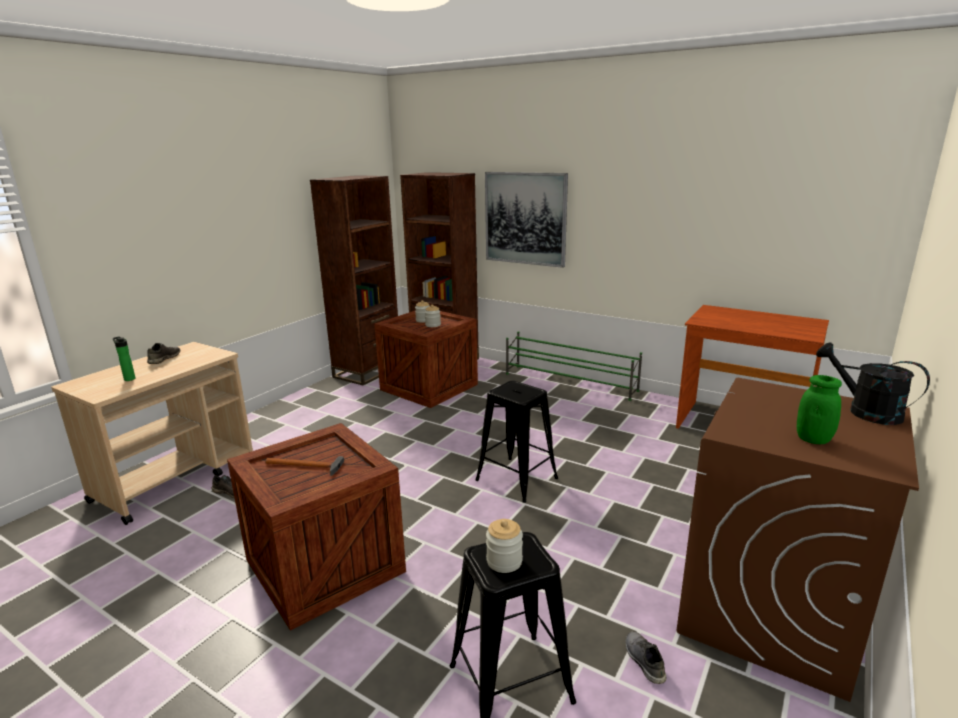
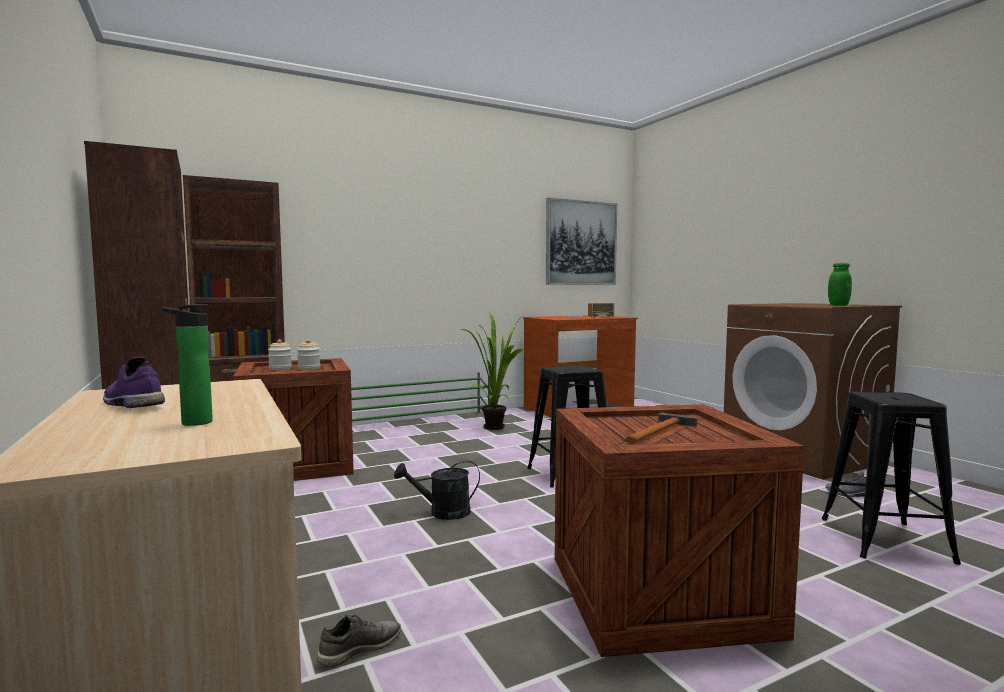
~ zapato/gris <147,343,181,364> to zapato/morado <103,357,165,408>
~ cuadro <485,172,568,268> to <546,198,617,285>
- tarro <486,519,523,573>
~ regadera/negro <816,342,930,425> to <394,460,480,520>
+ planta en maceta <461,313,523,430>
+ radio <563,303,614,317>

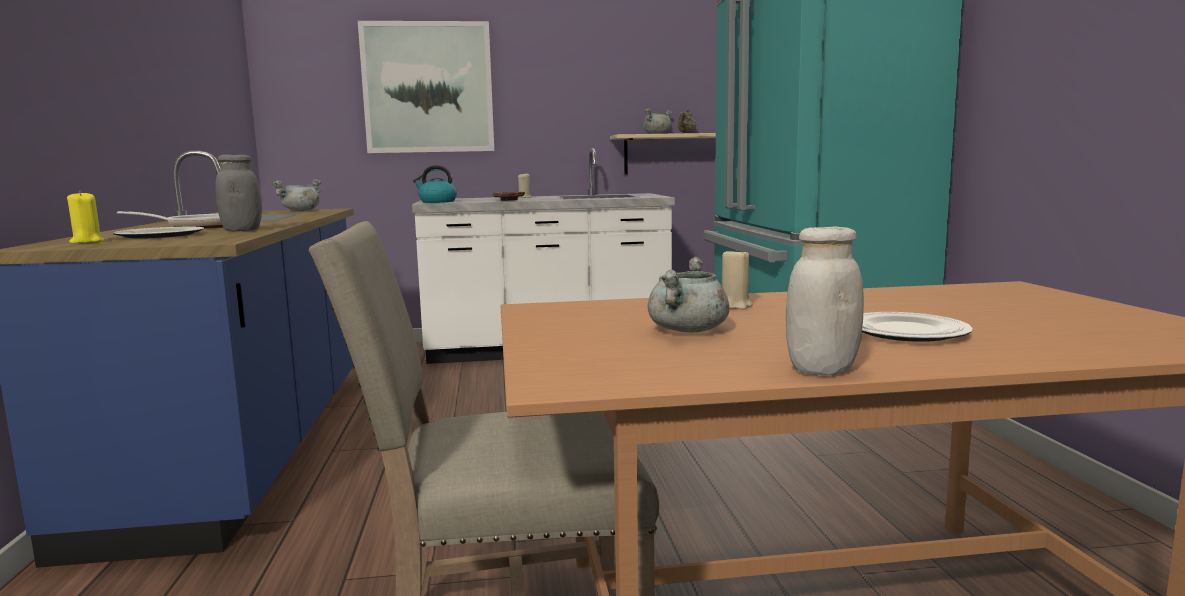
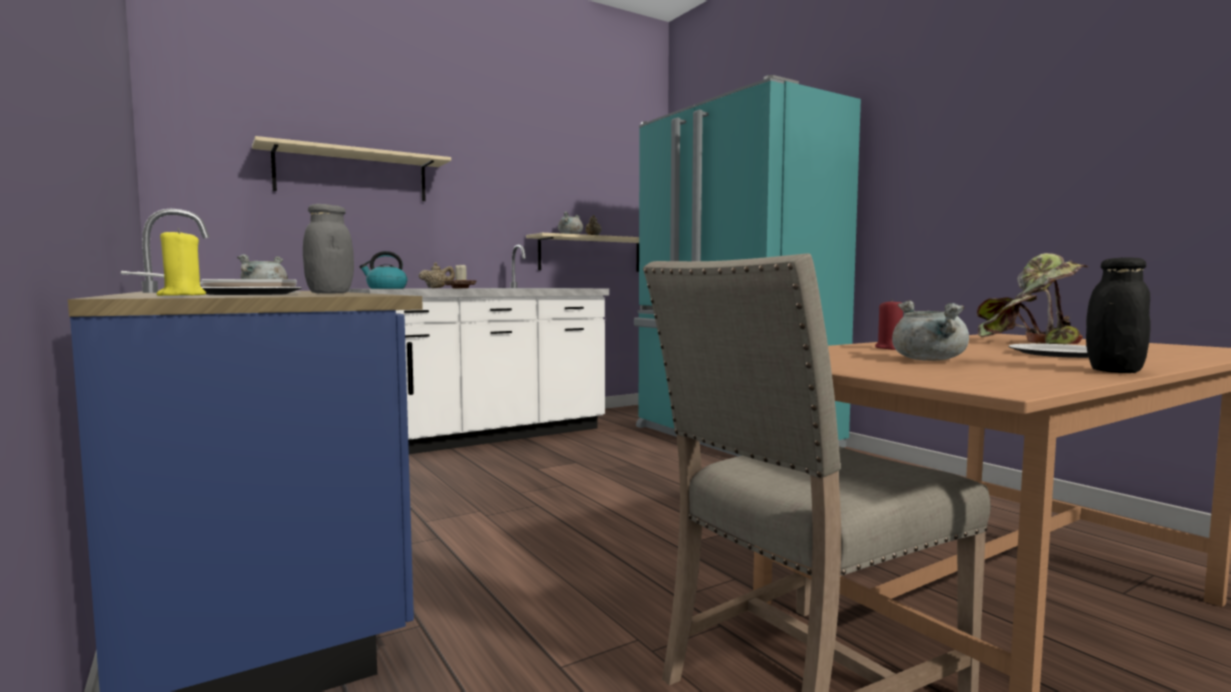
~ cuadro <358,21,494,153> to estante/beis <252,136,451,201>
~ vela/beis <722,247,753,309> to vela/rojo <875,299,903,350>
~ tarro/blanco <786,226,864,375> to tarro/negro <1086,257,1151,373>
+ tetera/beis <419,262,455,288>
+ planta en maceta <977,253,1088,344>

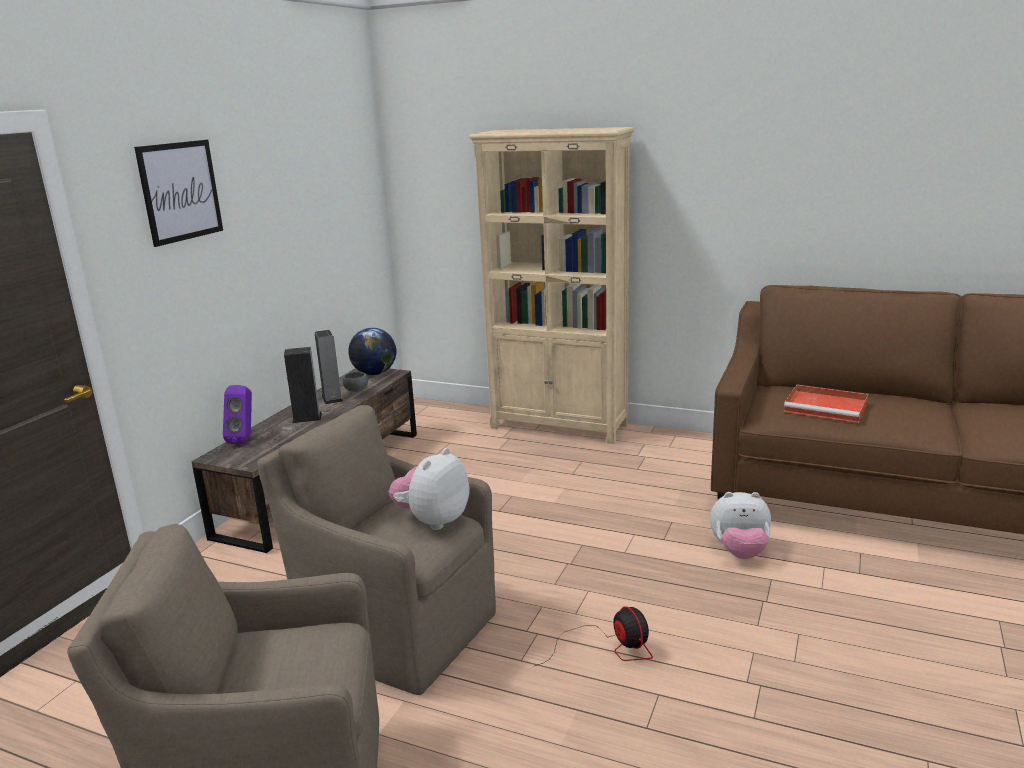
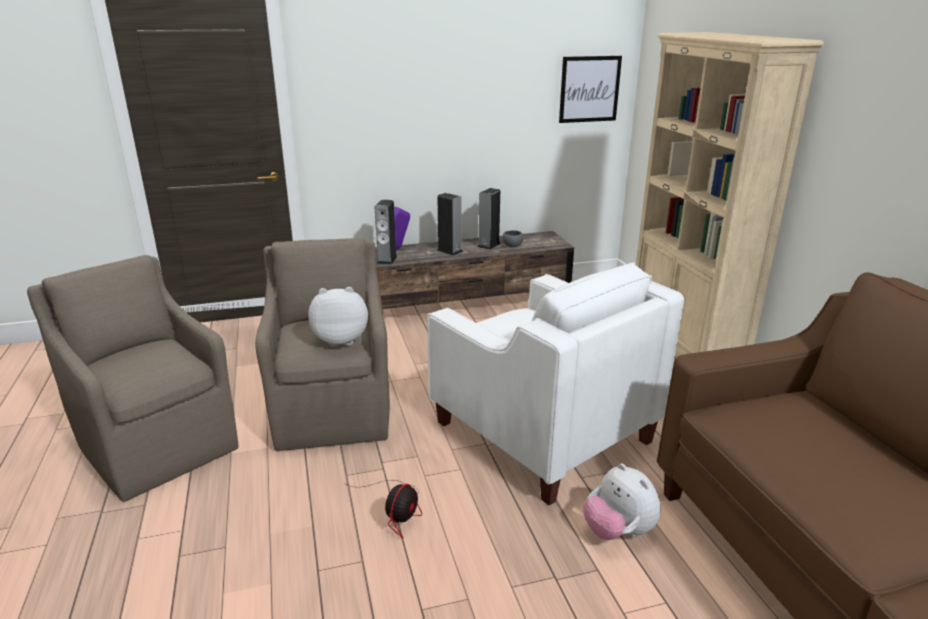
~ cuadro <134,140,223,247> to <559,56,622,123>
- globo terráqueo <348,328,396,375>
- bandeja/rojo <784,384,868,423>
+ altavoz <375,200,398,265>
+ sillón/blanco <427,263,684,506>

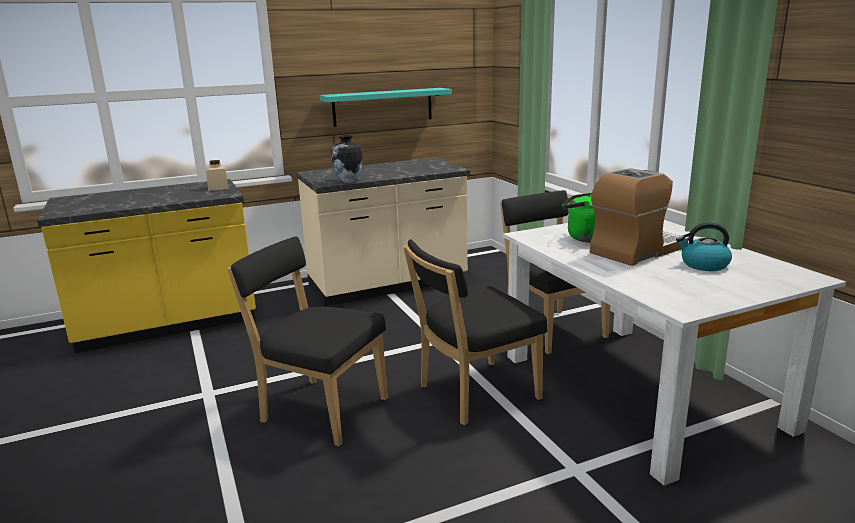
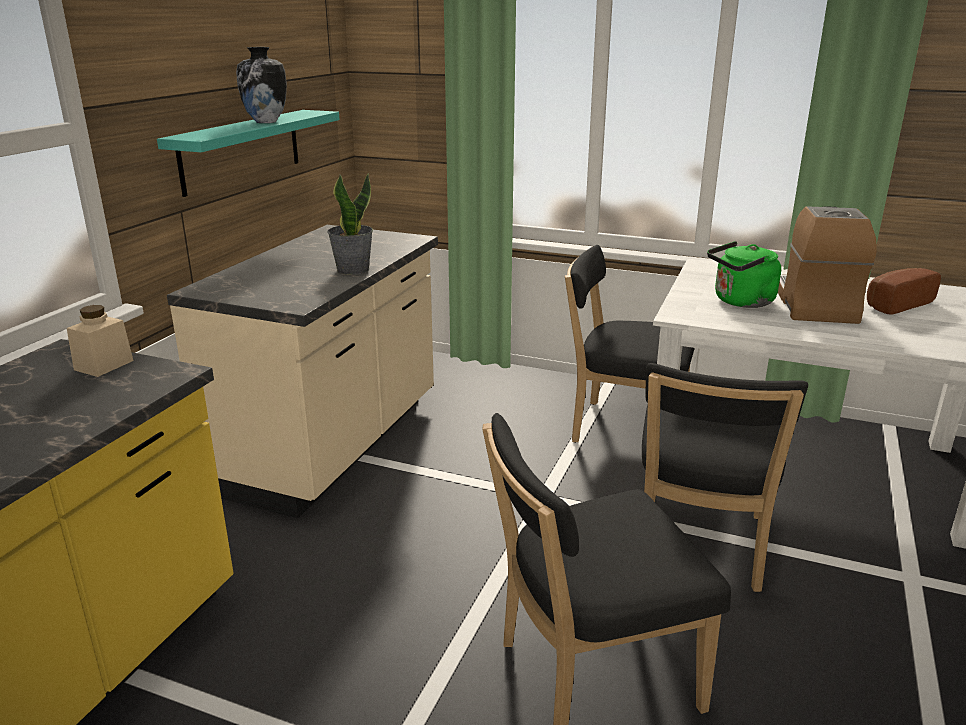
~ florero <331,135,362,183> to <236,47,287,123>
~ hervidor <676,222,732,271> to pan <867,268,941,315>
+ planta en maceta <327,173,373,275>

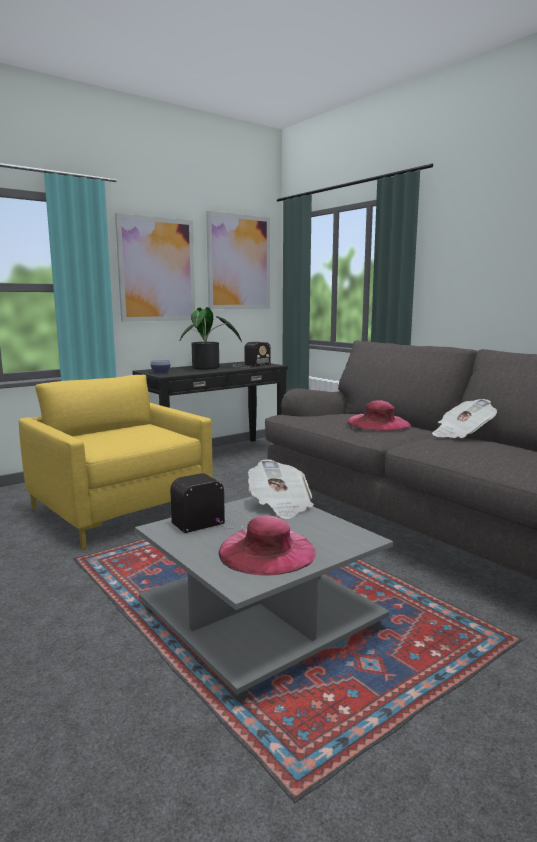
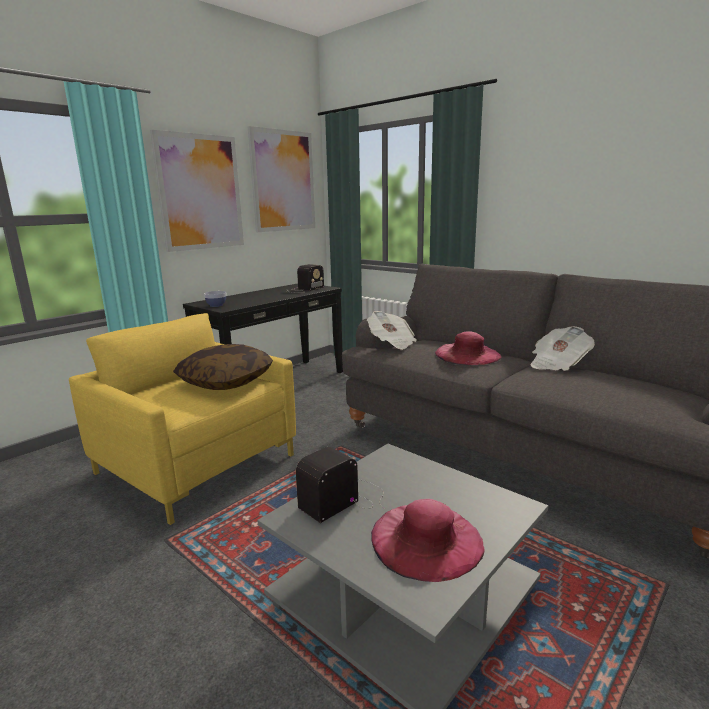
- planta en maceta <180,307,242,370>
~ periódico <248,459,314,519> to <367,311,417,350>
+ cojín <173,344,273,390>

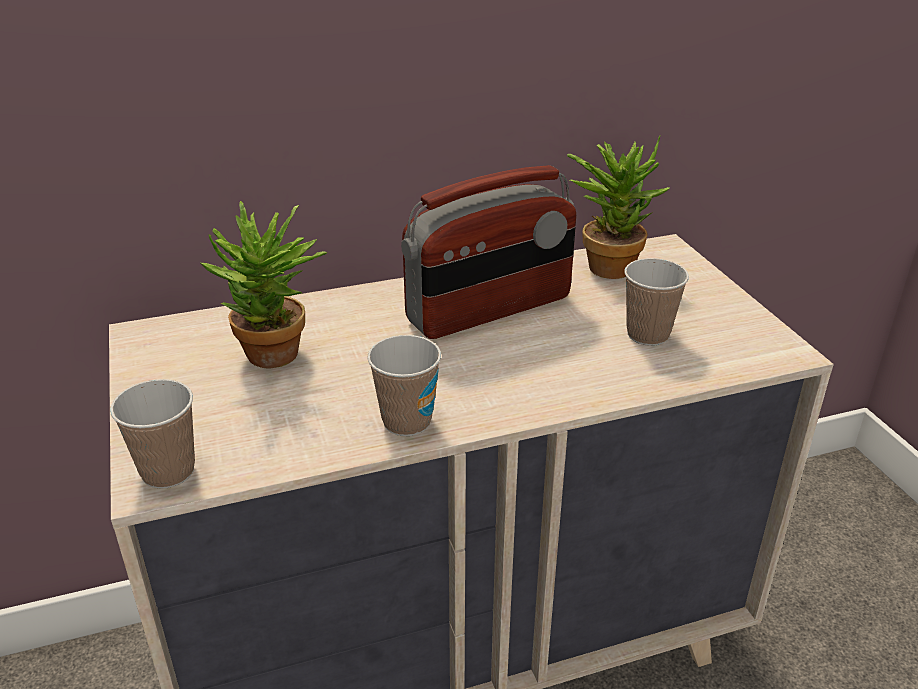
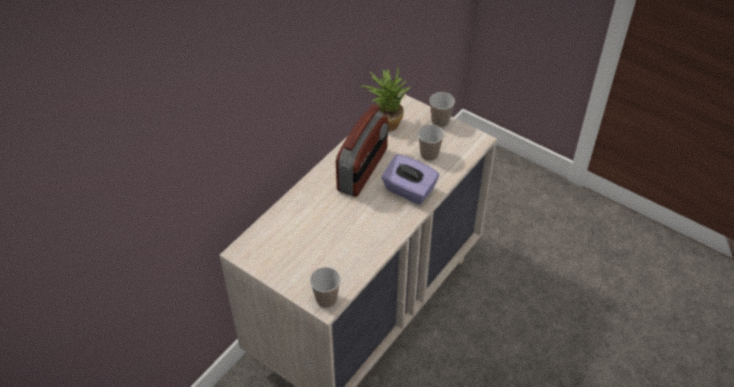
- planta en maceta <201,201,327,368>
~ taza <367,335,441,436> to <429,92,455,128>
+ caja de pañuelos/morado <381,154,439,205>

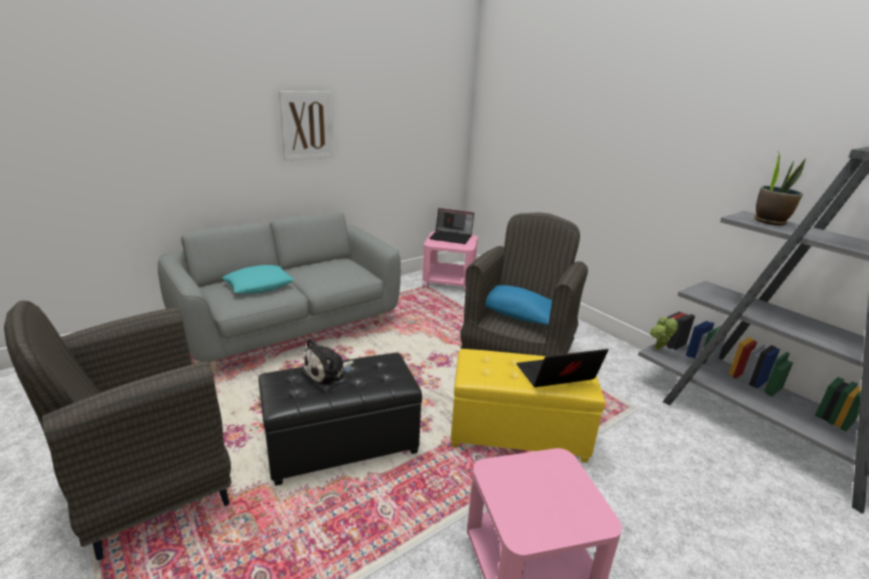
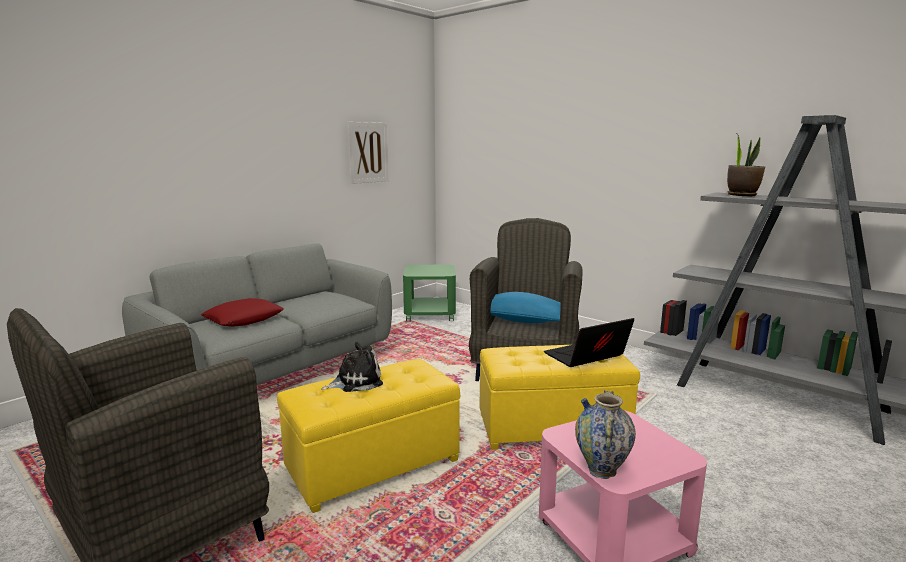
~ cojín/turquesa <222,265,294,294> to cojín/rojo <201,298,284,327>
~ puf/negro <258,353,422,486> to puf/amarillo <277,359,460,513>
~ cuadro <279,91,334,161> to <347,122,389,184>
~ peluche <301,338,354,387> = <321,342,383,392> 150 degrees counterclockwise
~ mesa auxiliar/rosa <422,231,478,292> to mesa auxiliar/verde <403,265,456,321>
- portátil <430,208,474,244>
- planta en maceta <650,316,678,350>
+ florero <575,390,636,479>

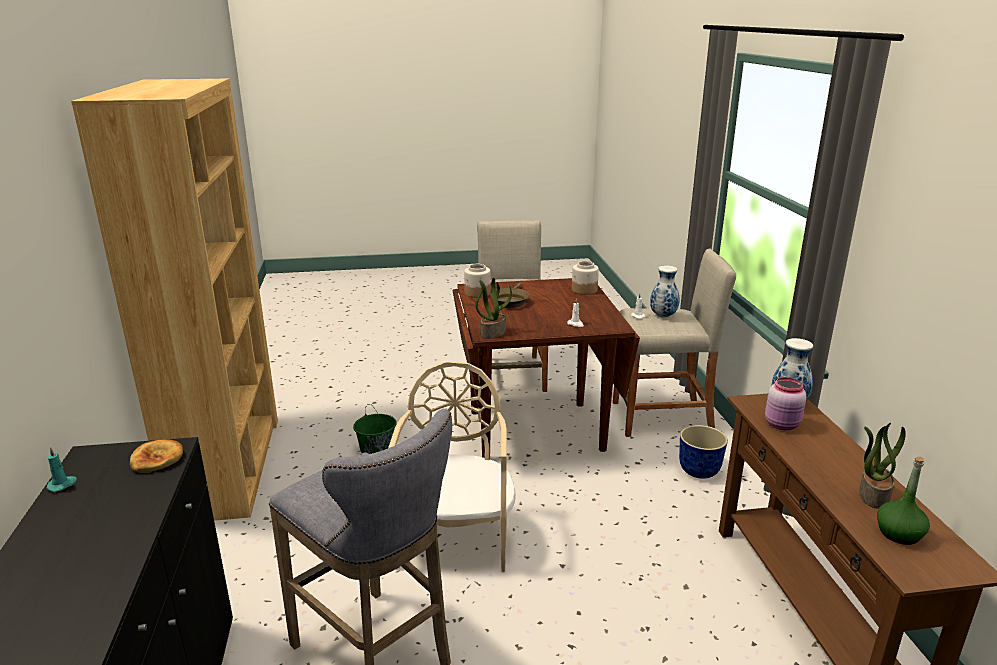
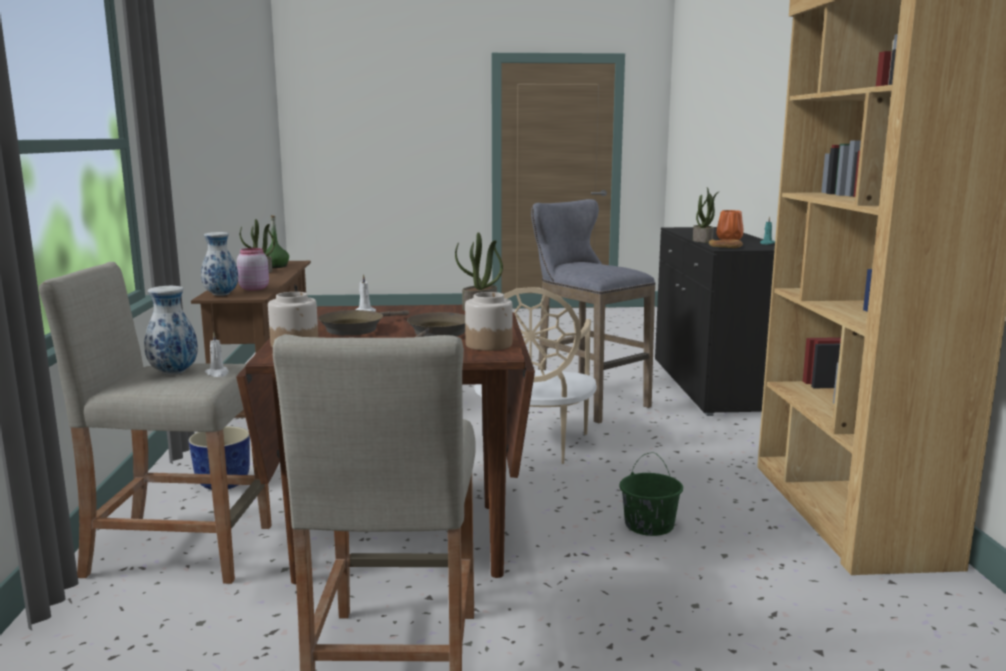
+ sartén/marrón <318,310,409,336>
+ planta en maceta <693,187,719,243>
+ florero/naranja <717,210,744,240>

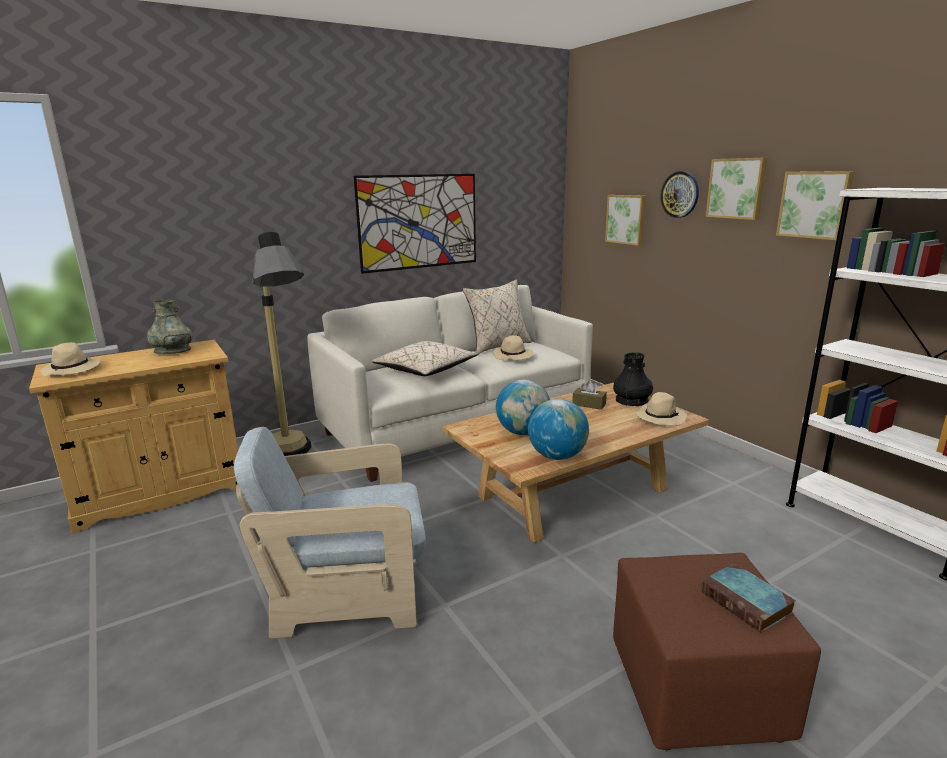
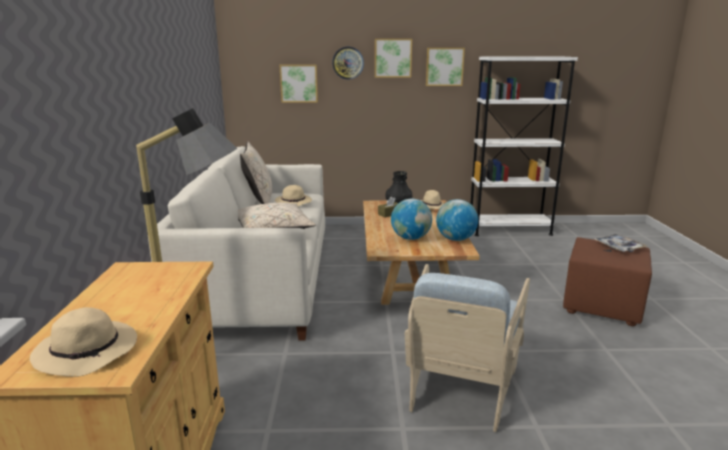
- florero/gris <147,300,193,354>
- cuadro <354,174,476,274>
~ libro <701,563,796,633> to bandeja <595,234,647,252>

